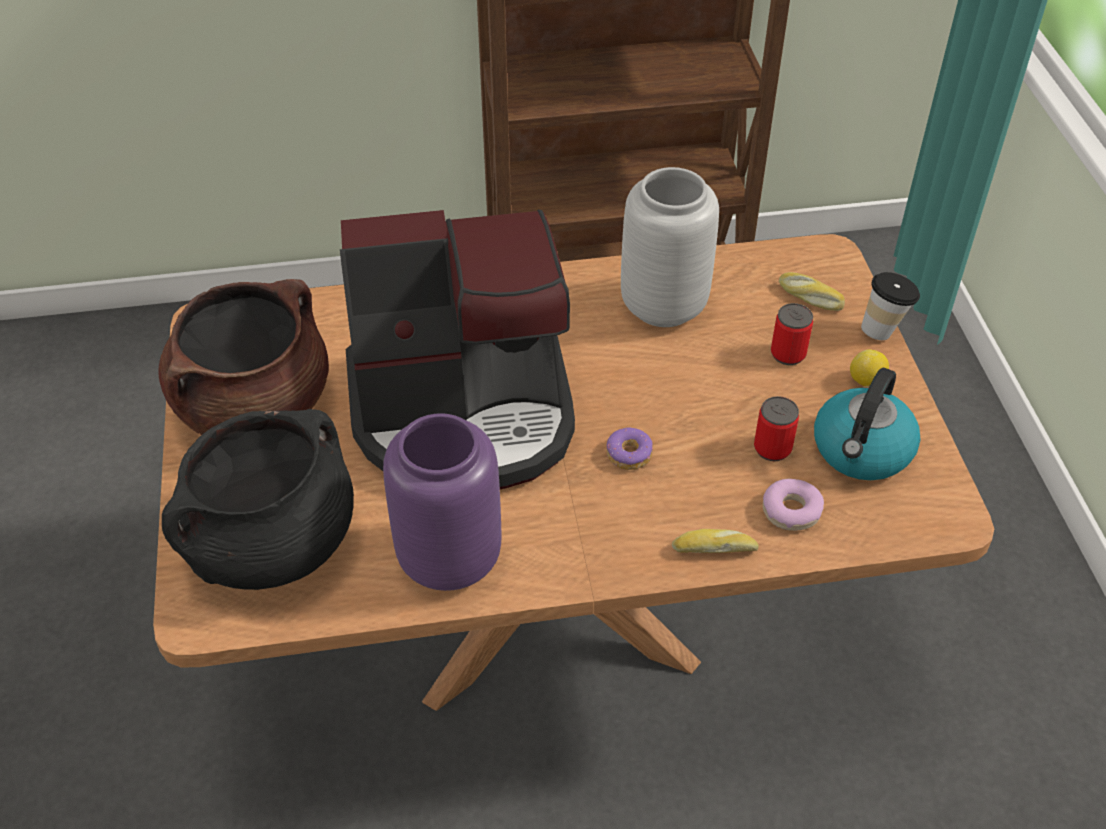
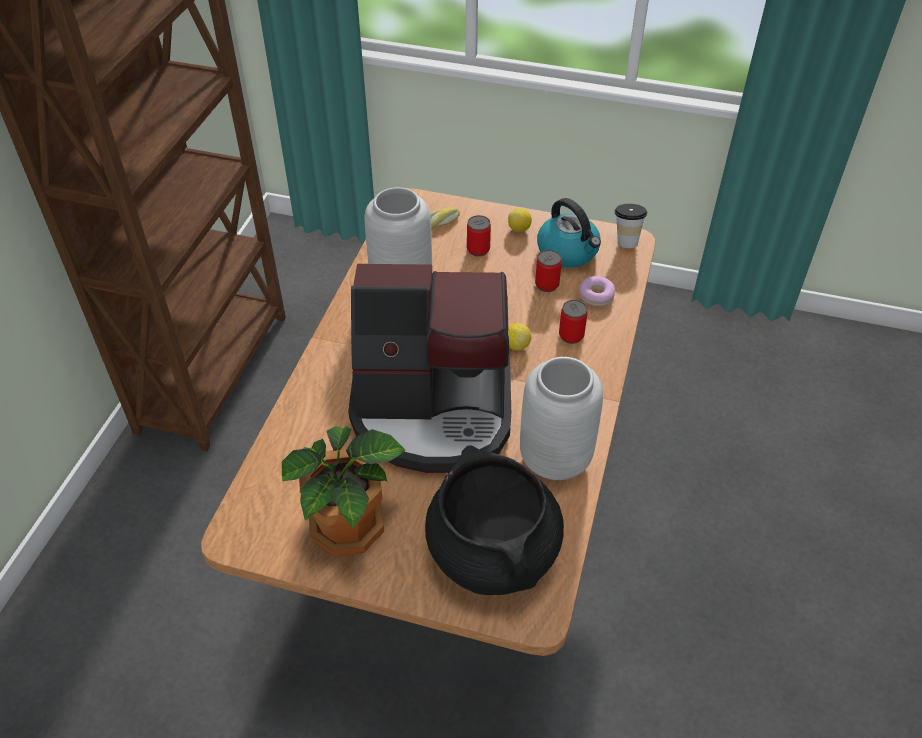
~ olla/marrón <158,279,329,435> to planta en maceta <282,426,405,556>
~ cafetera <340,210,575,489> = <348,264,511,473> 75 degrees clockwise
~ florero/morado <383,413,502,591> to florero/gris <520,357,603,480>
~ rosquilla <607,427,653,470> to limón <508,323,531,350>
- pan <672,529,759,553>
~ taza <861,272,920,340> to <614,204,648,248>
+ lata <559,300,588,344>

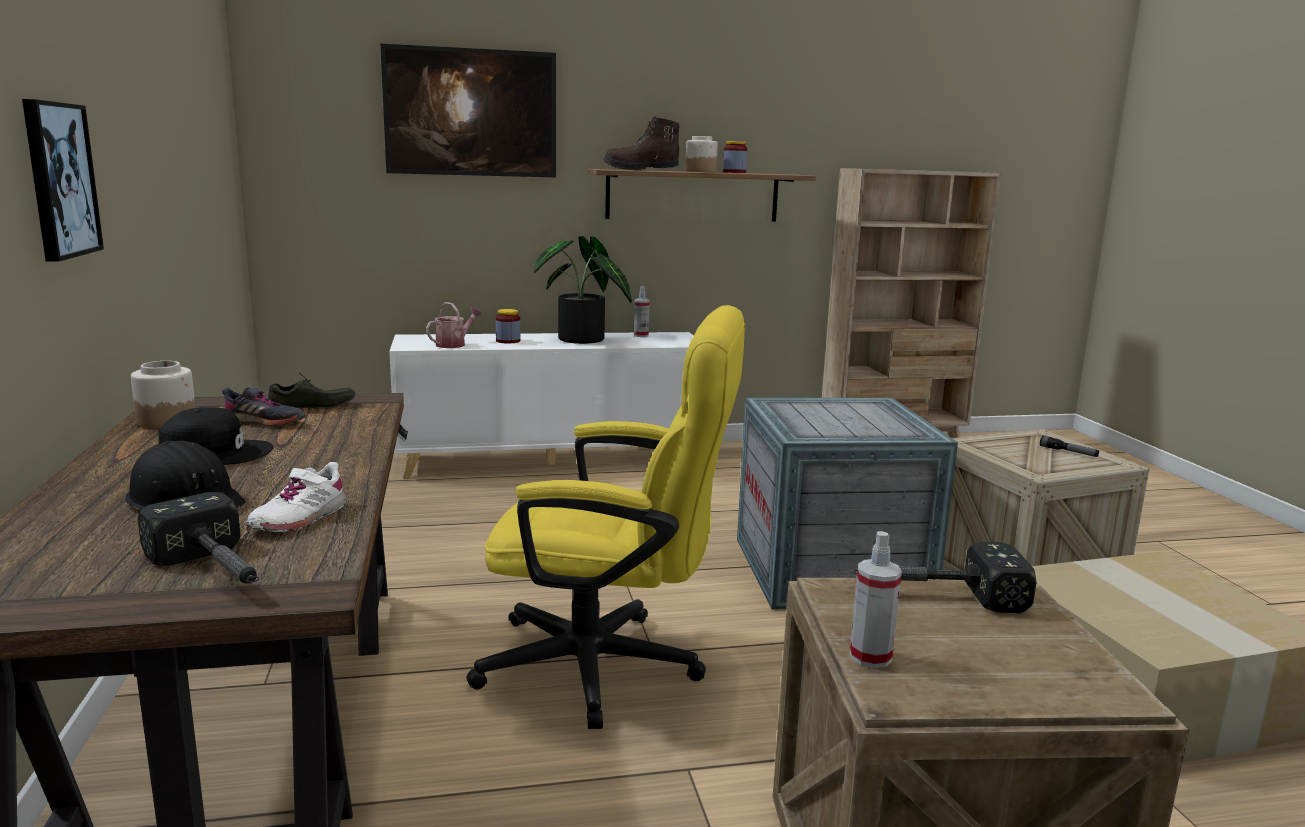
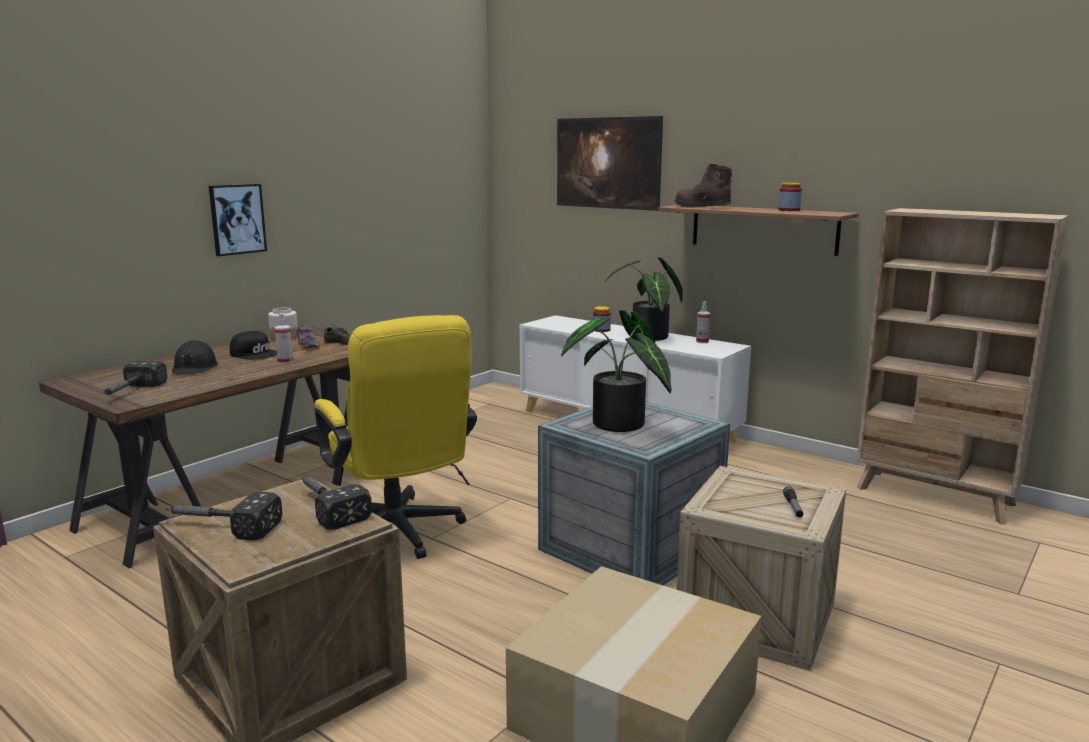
- zapato/blanco <246,462,347,532>
- regadera <426,302,482,348>
- tarro <685,136,718,172>
~ pulverizador <850,531,902,668> to <275,313,293,364>
+ martillo <166,492,282,540>
+ planta en maceta <561,310,672,432>

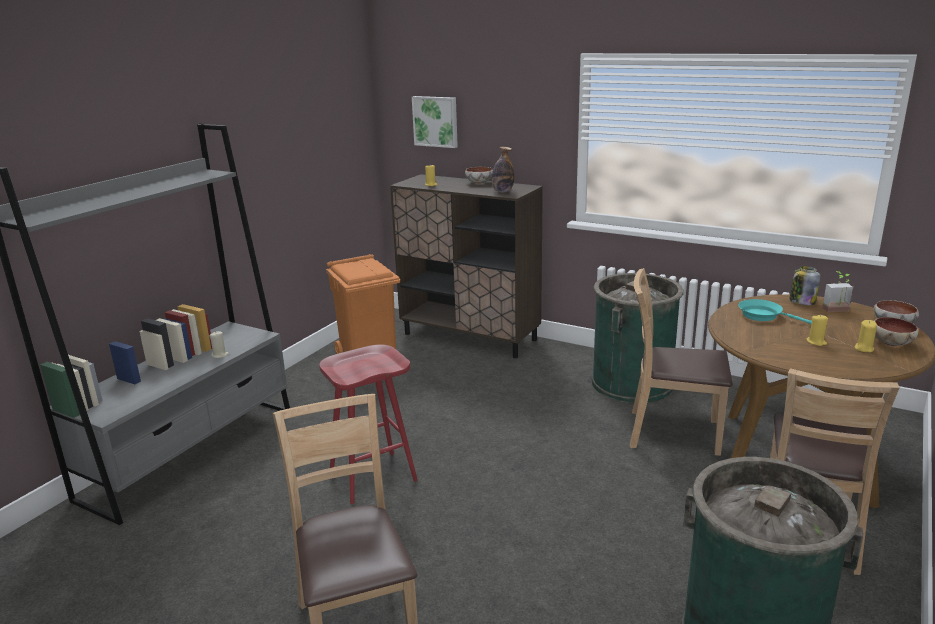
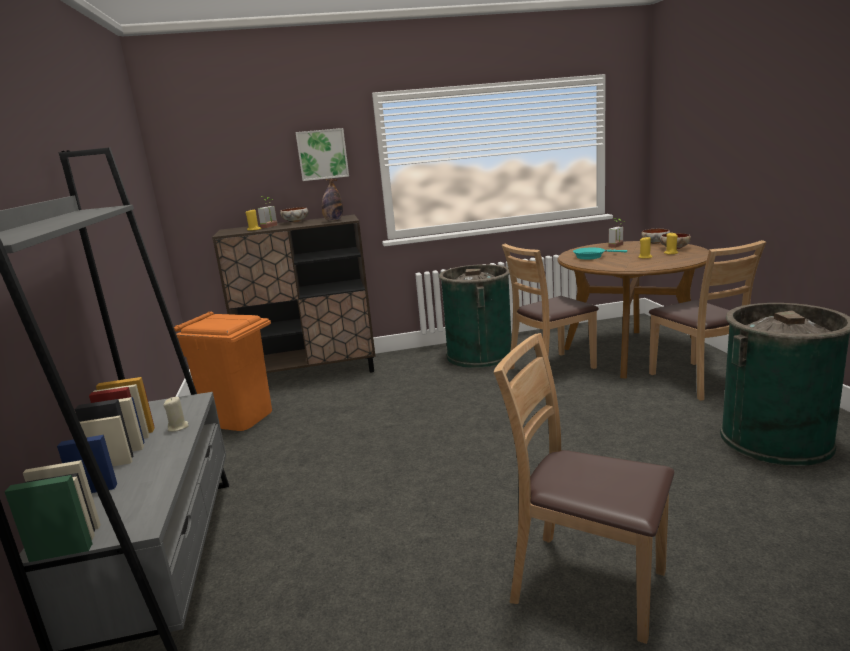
- taburete/rojo <319,345,418,504>
~ cuadro <412,96,458,148> to <295,128,349,181>
- tarro <789,266,820,305>
+ planta en maceta <258,196,278,228>

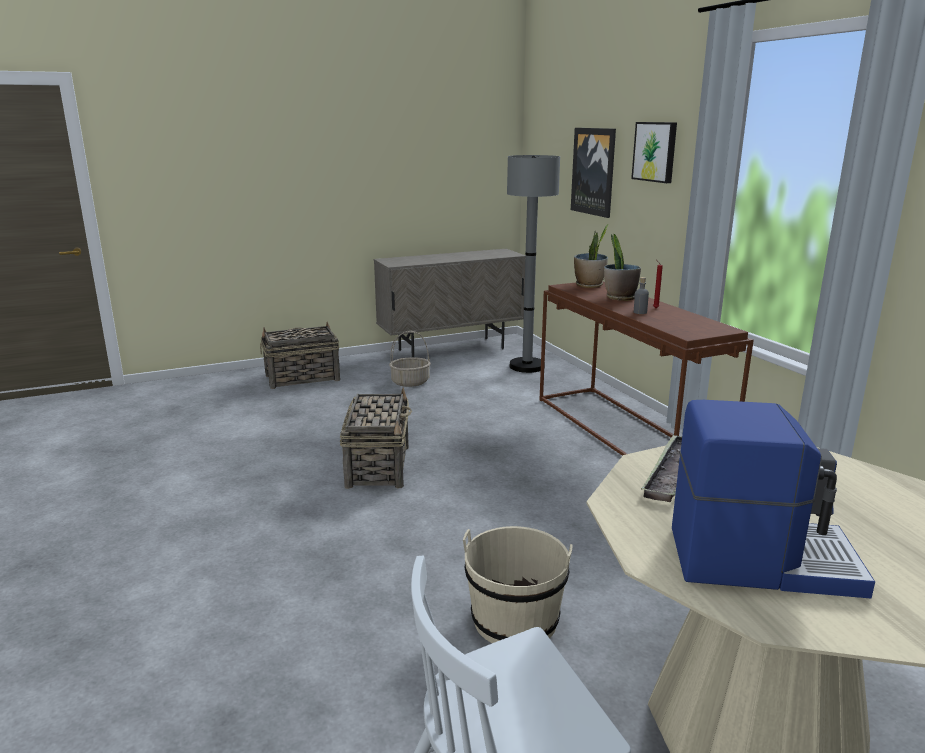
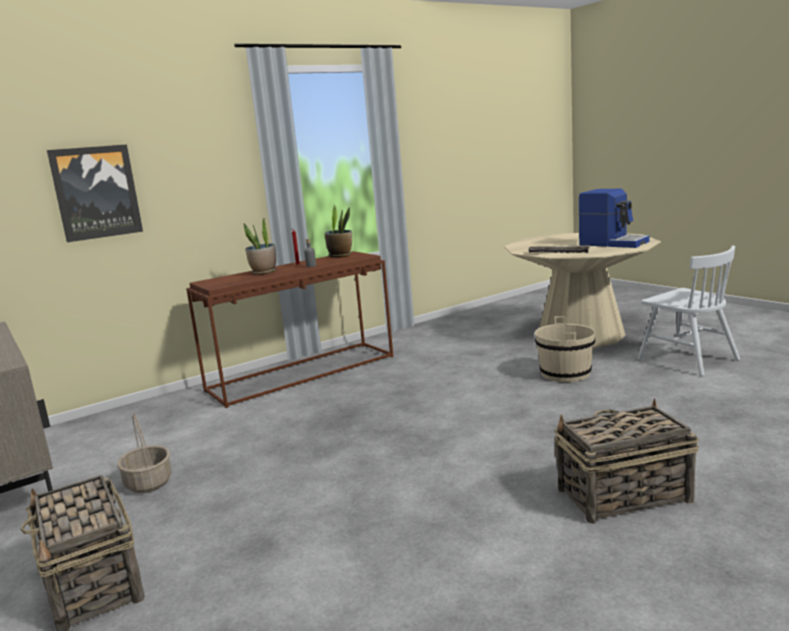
~ cesta <340,388,412,489> to <554,398,699,524>
- lámpara de pie/gris <507,155,560,373>
~ planta en maceta <574,224,609,288> to <325,204,352,258>
- cuadro <631,122,677,183>
~ cafetera <672,400,875,598> = <579,189,650,248> 135 degrees clockwise

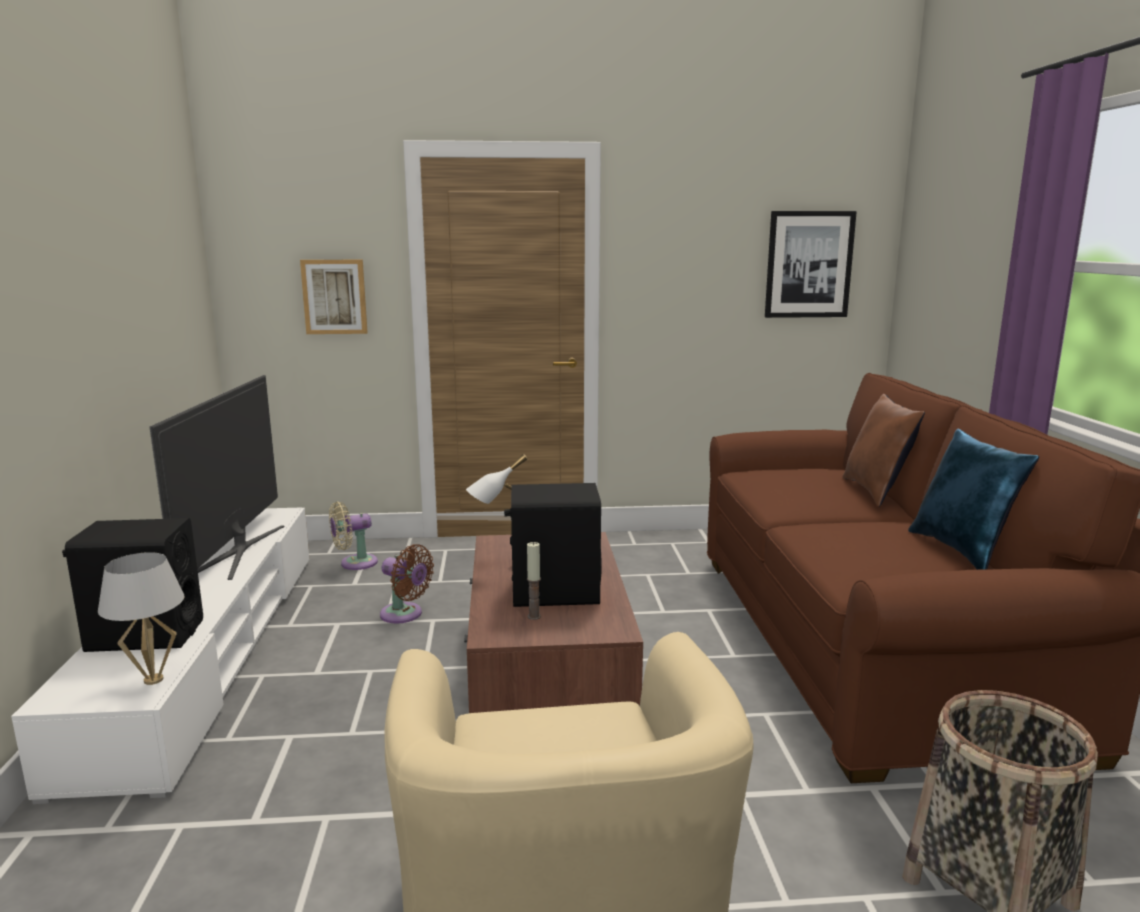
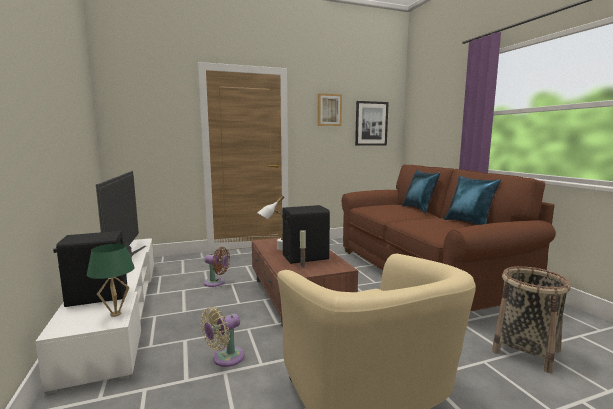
~ lámpara de mesa/blanco <98,552,184,685> to lámpara de mesa/verde <87,244,135,317>
~ cuadro <300,260,368,334> to <318,93,342,126>
~ ventilador/beis <329,502,378,570> to <201,307,244,367>
~ cojín/marrón <842,394,925,507> to cojín/azul <402,170,440,213>

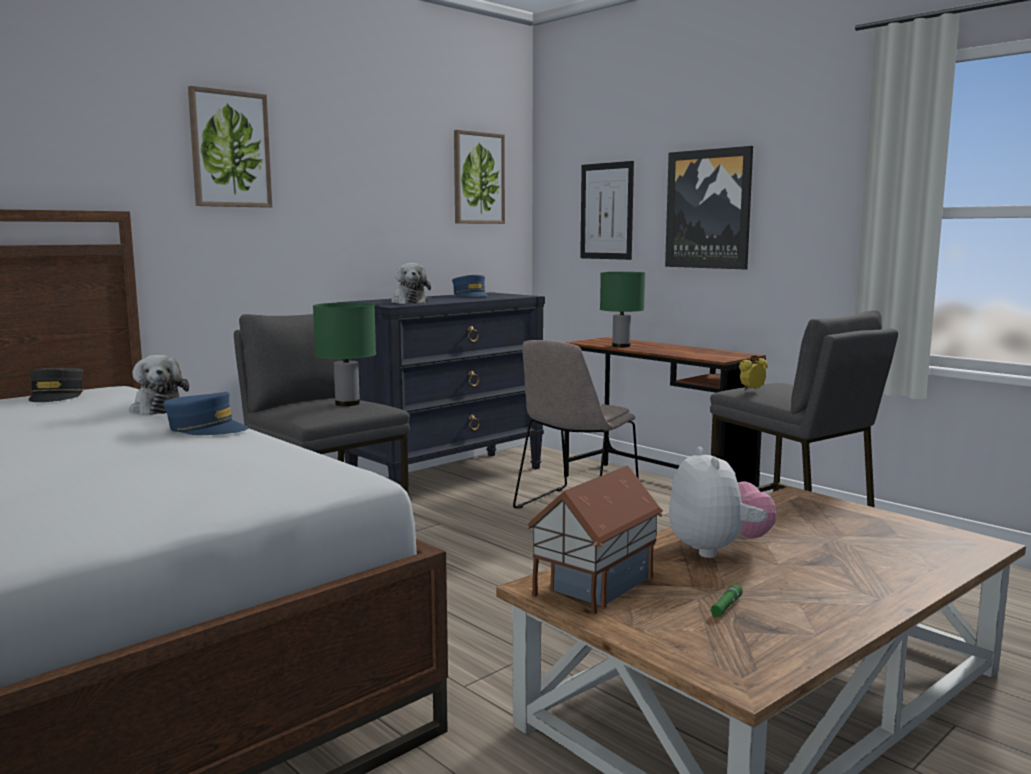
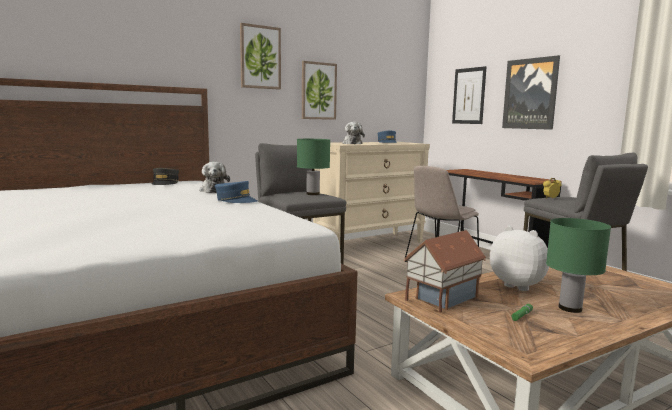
~ cómoda/negro <337,292,545,487> to cómoda/beis <313,142,430,244>
~ cuadro <454,130,505,224> to <302,61,337,120>
~ lámpara de mesa/verde <600,272,645,347> to <546,218,611,313>
~ peluche <669,447,776,558> = <490,226,549,291> 45 degrees counterclockwise

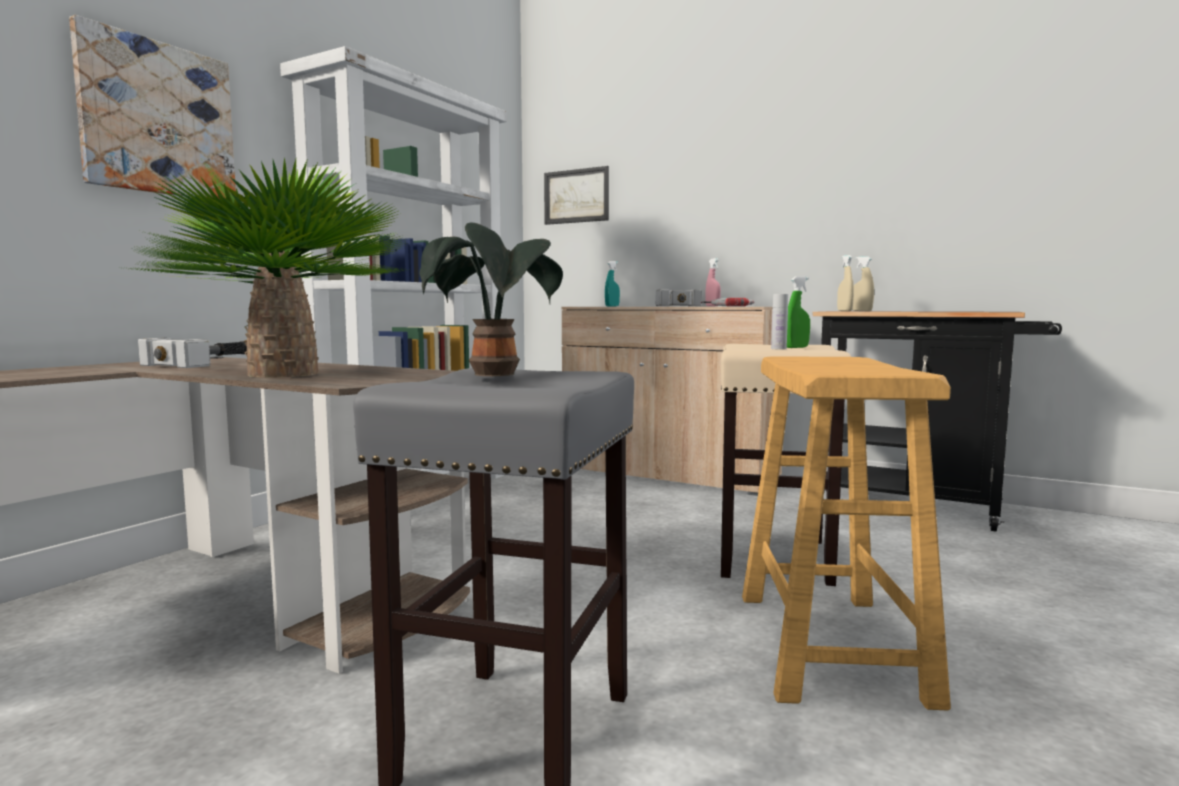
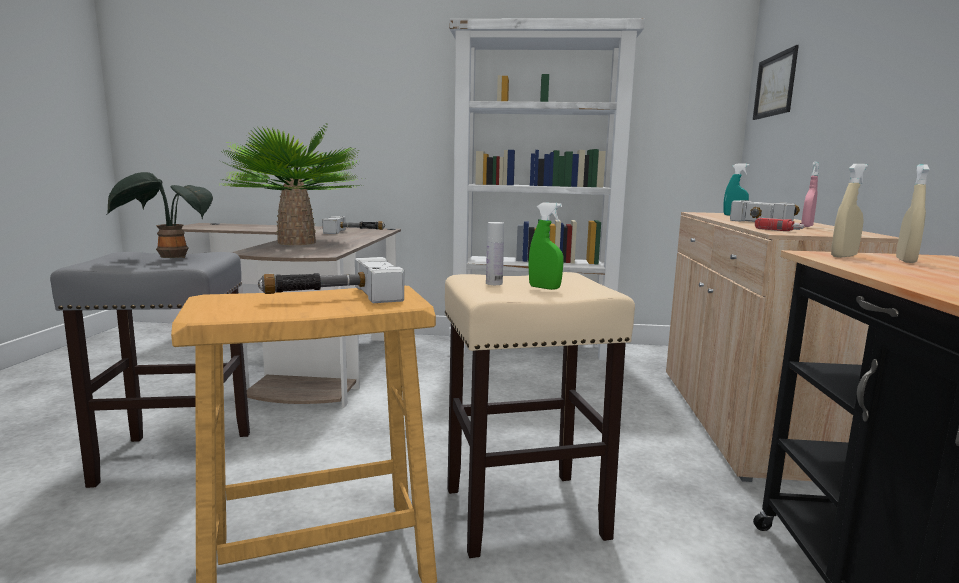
- cuadro <69,15,236,200>
+ martillo <258,257,404,303>

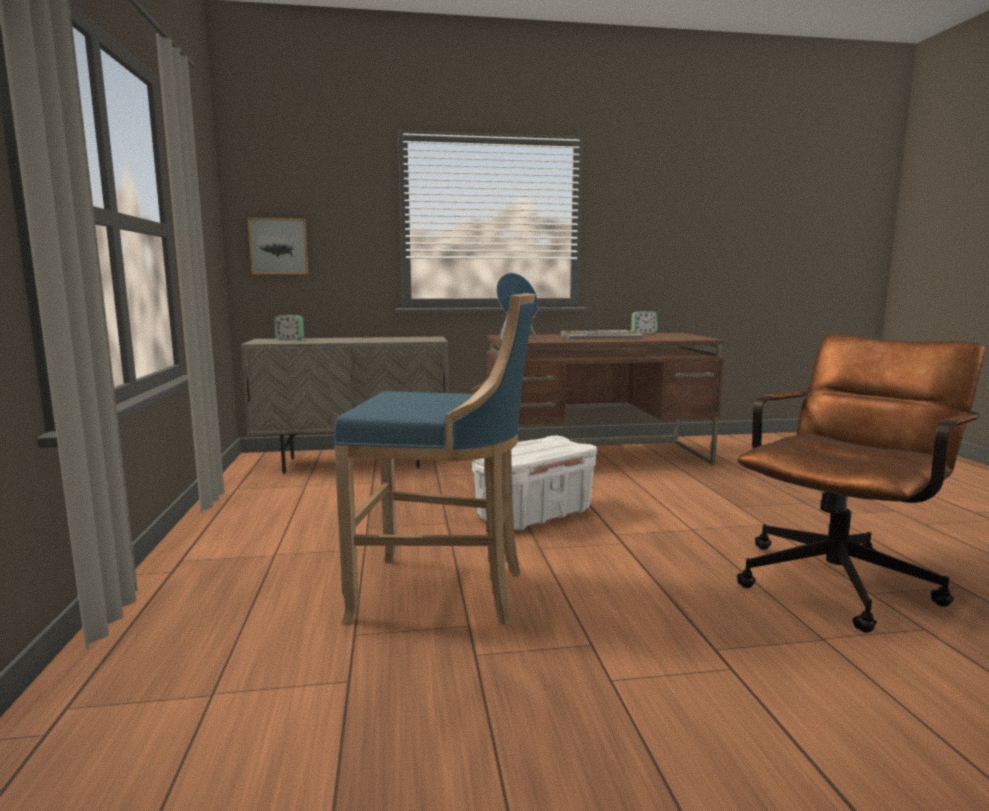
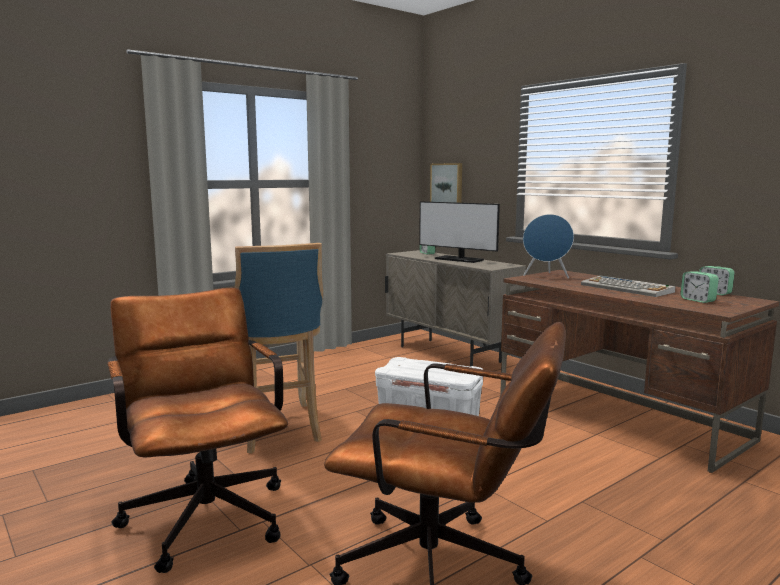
+ silla de oficina/marrón <107,288,288,573>
+ monitor <419,201,500,263>
+ despertador <680,271,719,303>

